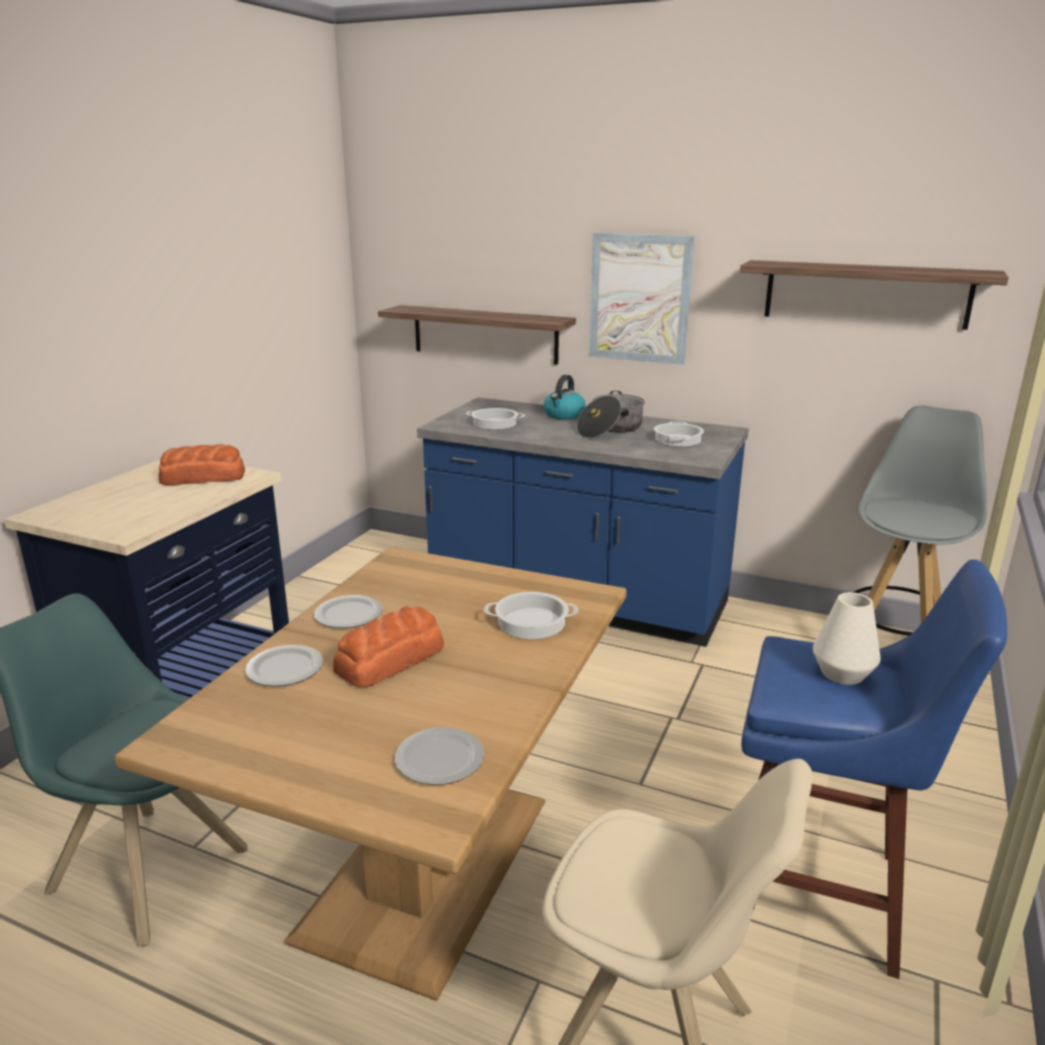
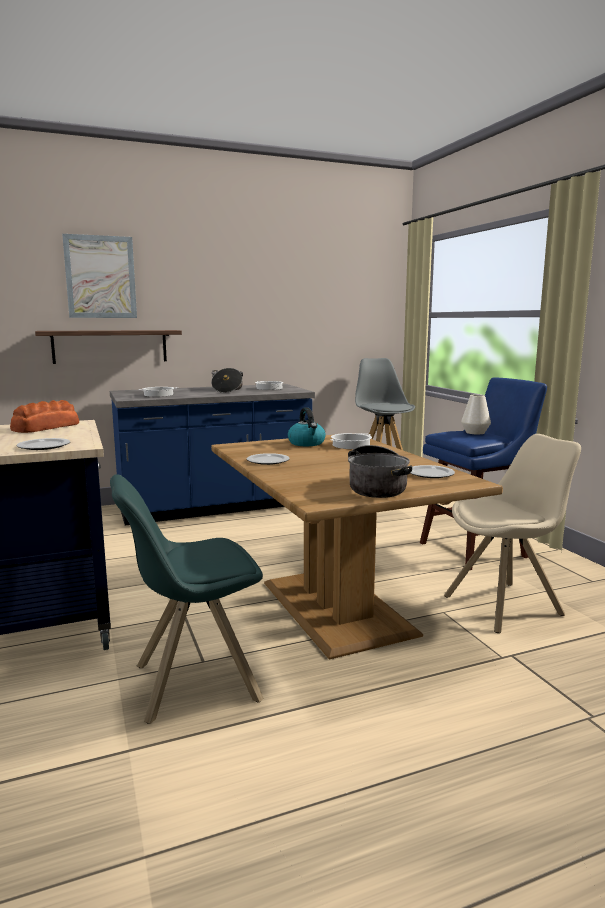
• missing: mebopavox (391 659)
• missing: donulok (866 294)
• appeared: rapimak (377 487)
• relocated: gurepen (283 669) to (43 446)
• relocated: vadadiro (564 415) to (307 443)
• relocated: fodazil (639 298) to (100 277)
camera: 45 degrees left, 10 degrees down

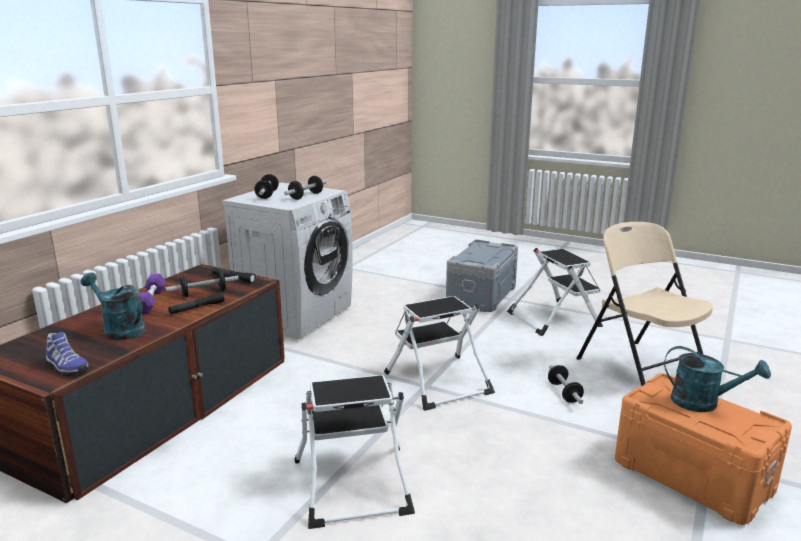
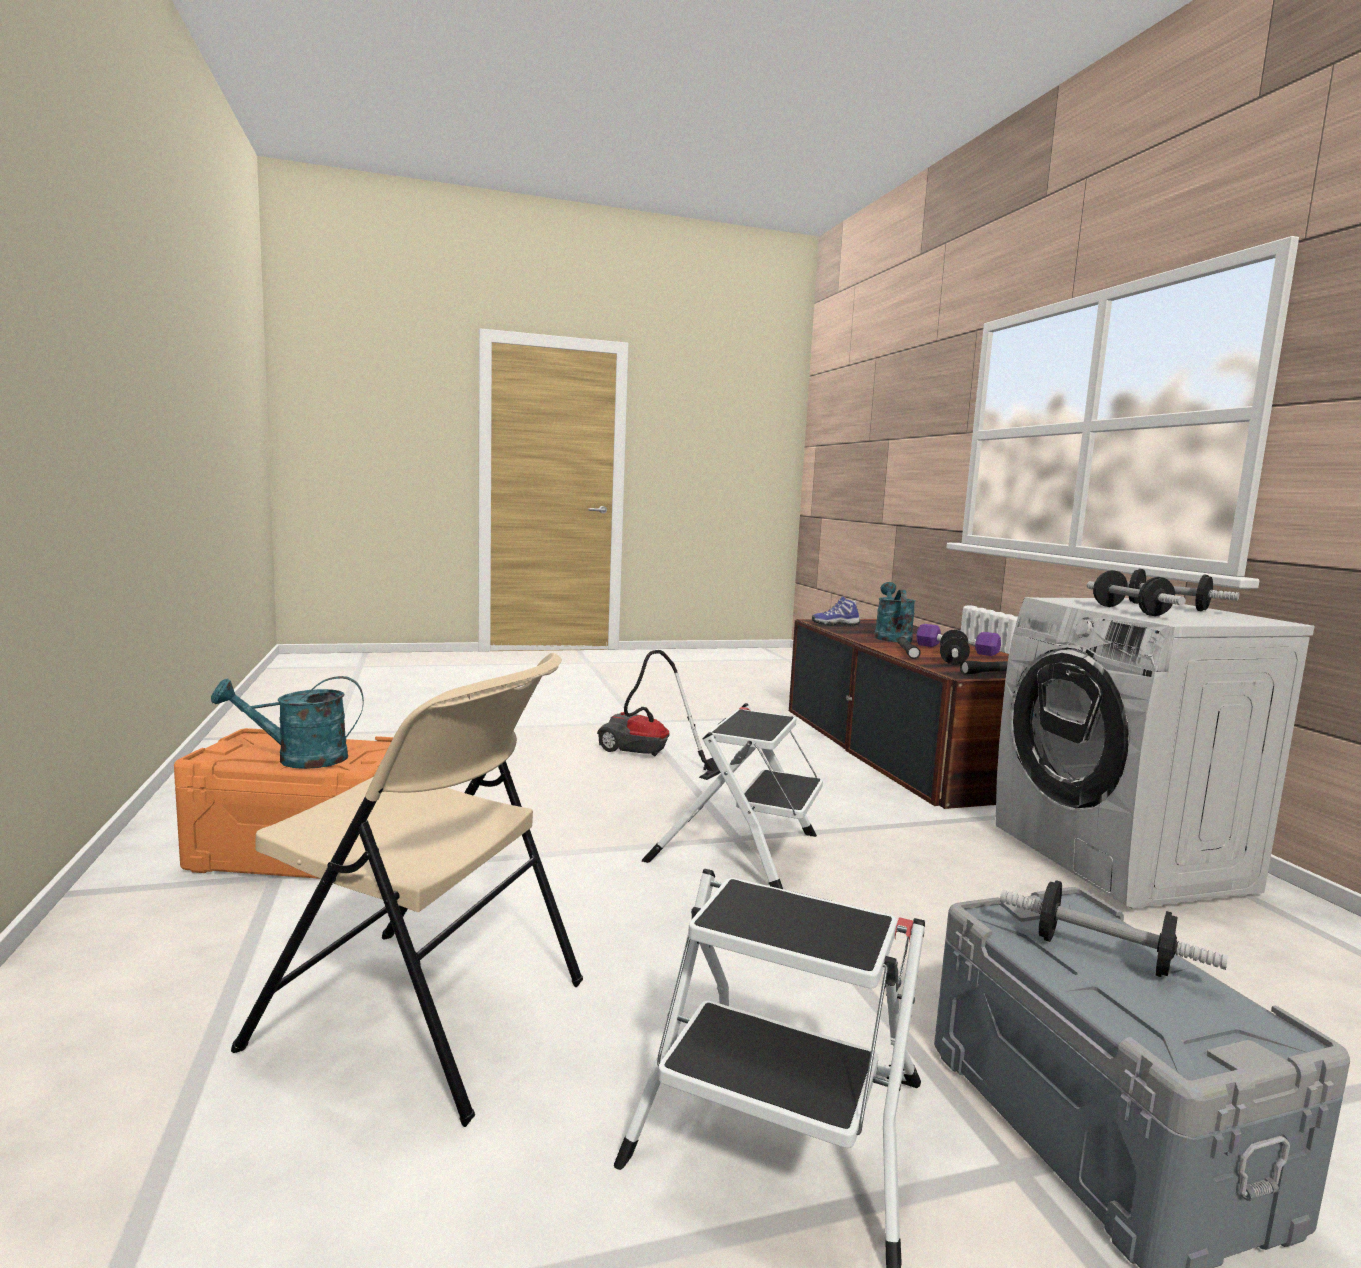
• relocated: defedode (564 393) to (1102 955)
• exchanged: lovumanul (353 482) to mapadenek (648 757)
• spun: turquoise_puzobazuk (119 329) = (891 637) 75 degrees counterclockwise
camera: 135 degrees right, 10 degrees down

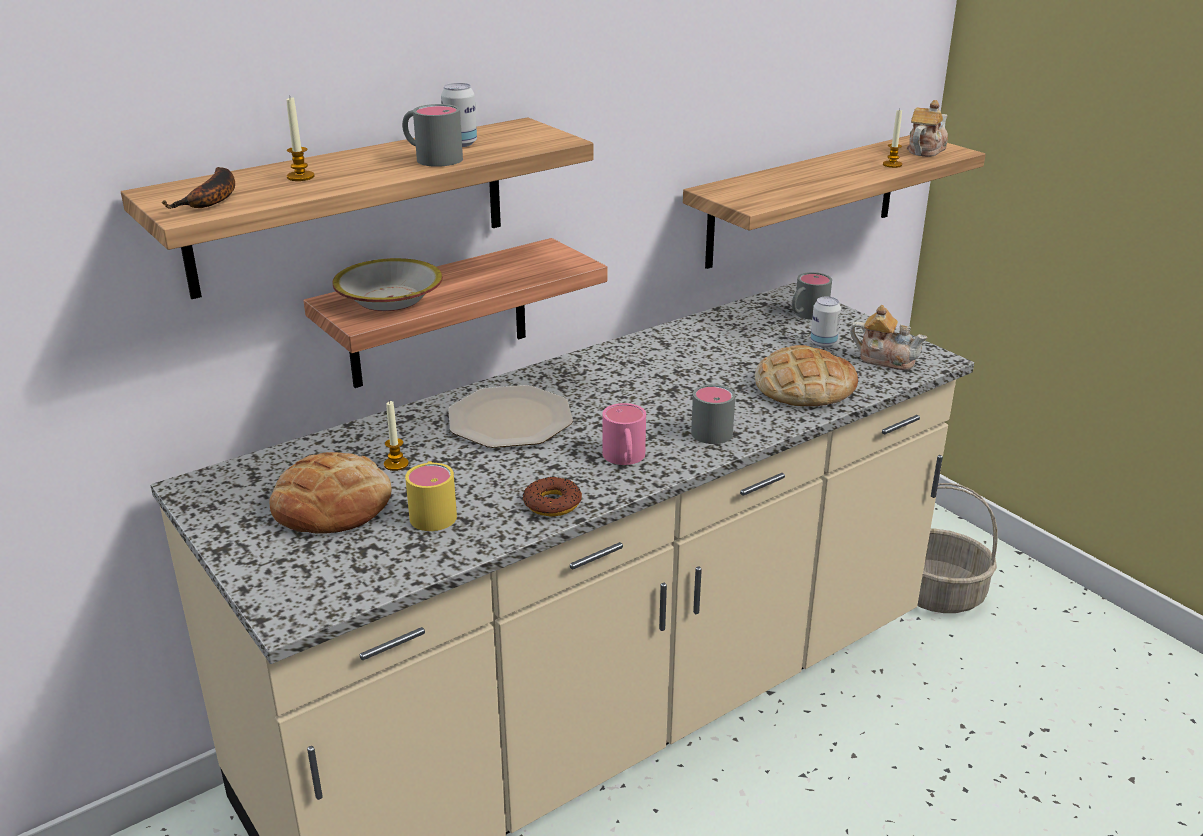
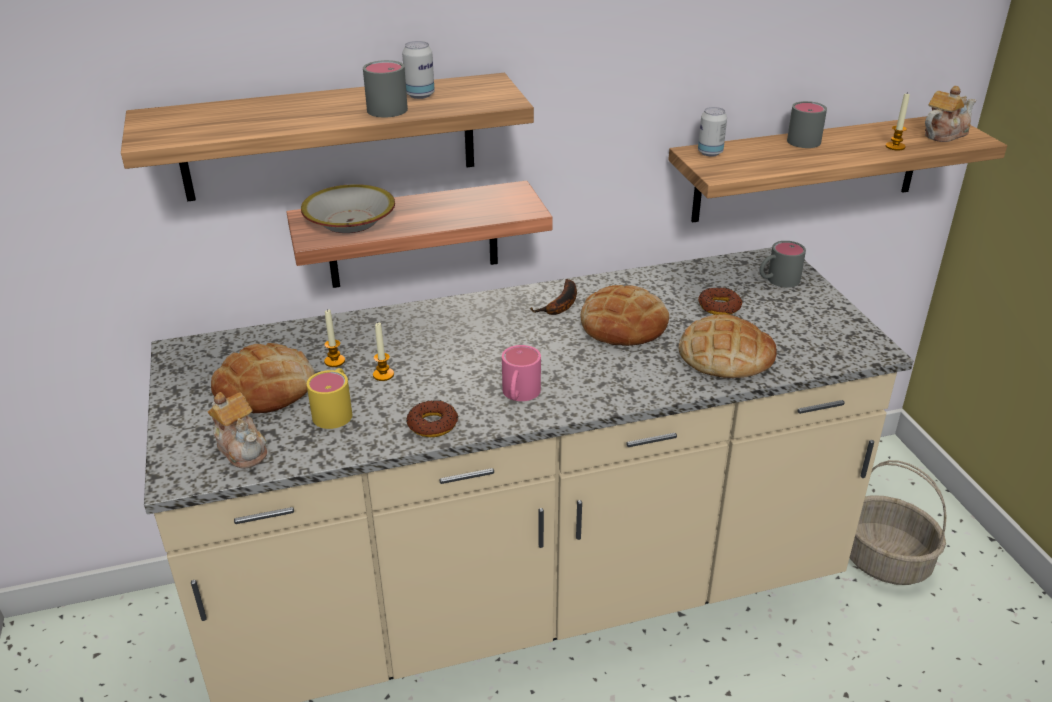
• missing: gurepen (508 419)
• appeared: mebopavox (623 324)
• appeared: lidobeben (719 306)
• relocated: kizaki (212 199) to (561 305)
• relocated: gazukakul (300 177) to (383 375)
• relocated: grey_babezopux (713 428) to (806 139)
• relocated: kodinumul (823 343) to (710 153)
• relocated: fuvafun (885 359) to (242 448)
camera: 20 degrees right, 5 degrees up

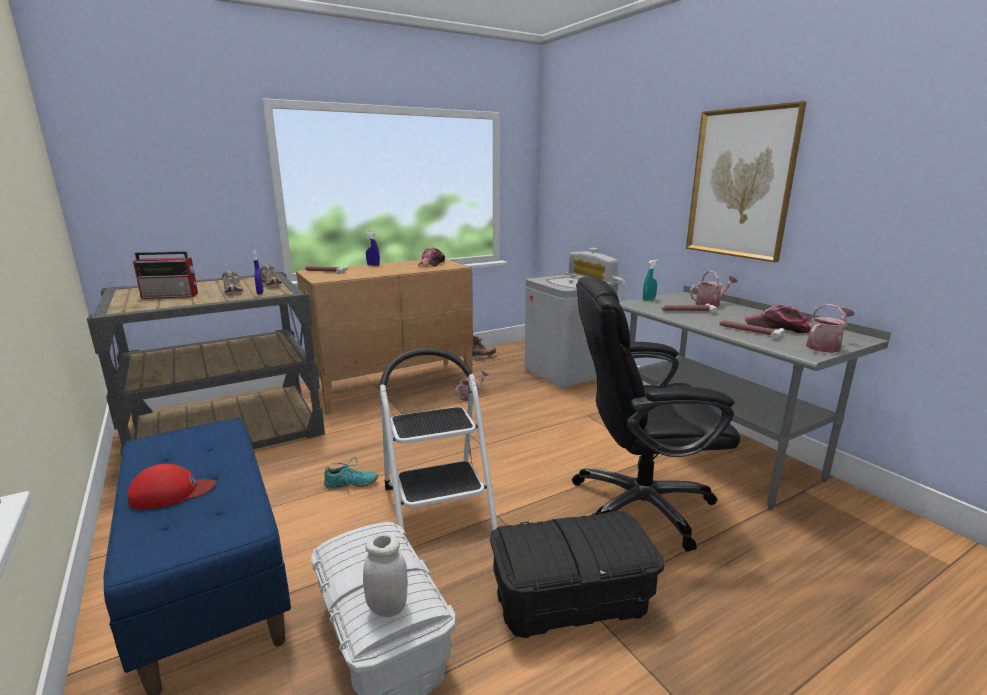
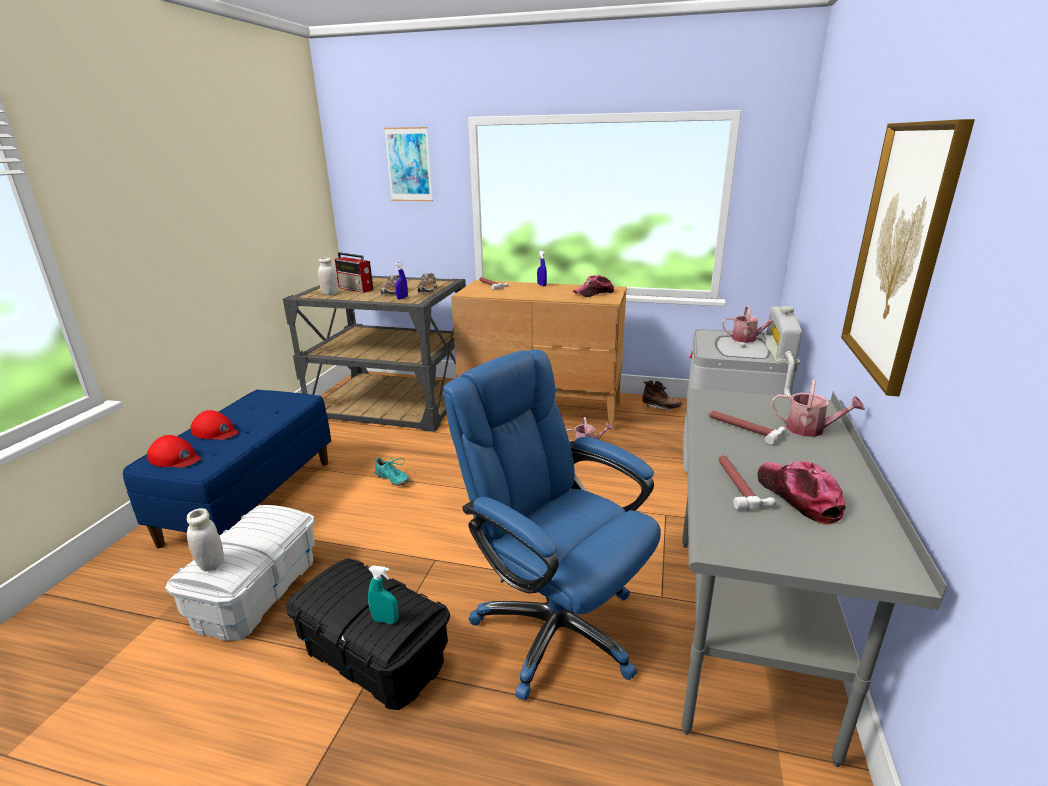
• missing: lovumanul (437 508)
• appeared: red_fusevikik (175 458)
• appeared: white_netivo (330 294)
• appeared: fodazil (409 165)
• relocated: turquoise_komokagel (649 299) to (385 620)
• relocated: puzobazuk (825 346) to (747 339)
• colour: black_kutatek (641 505) to blue_kutatek (556 628)
camera: 45 degrees right, 5 degrees up

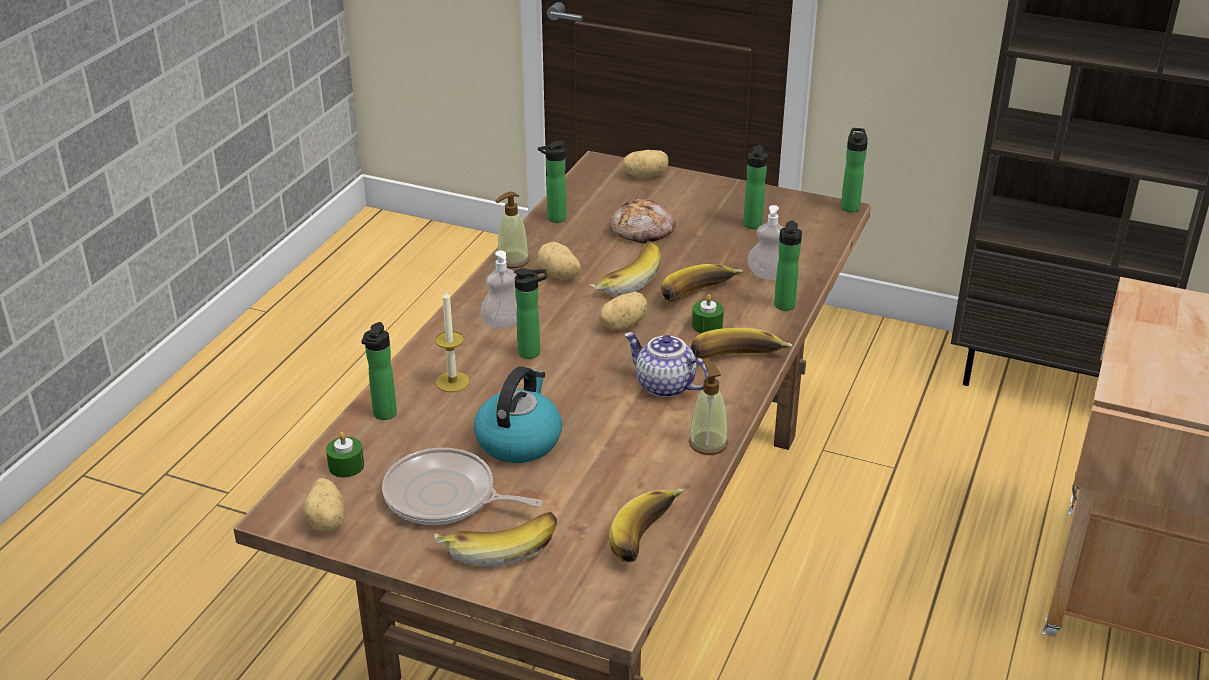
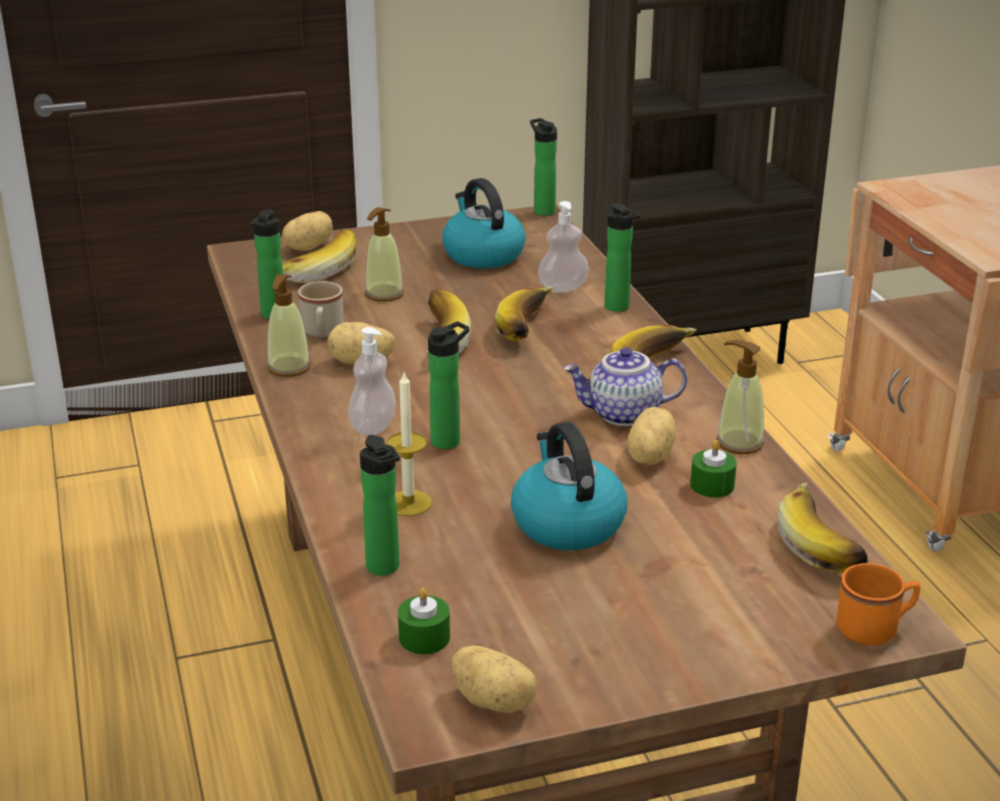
• missing: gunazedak (445 497)
• appeared: beige_babezopux (322 333)
• appeared: orange_babezopux (875 629)
• relocated: kizaki (499 546) to (315 269)
• relocated: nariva (622 324) to (648 456)
• relocated: green_gazukakul (707 325) to (712 485)
• exchanged: mebopavox (643 231) to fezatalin (384 294)
• exchanged: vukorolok (752 226) to vadadiro (482 254)
camera: 40 degrees left, 5 degrees down

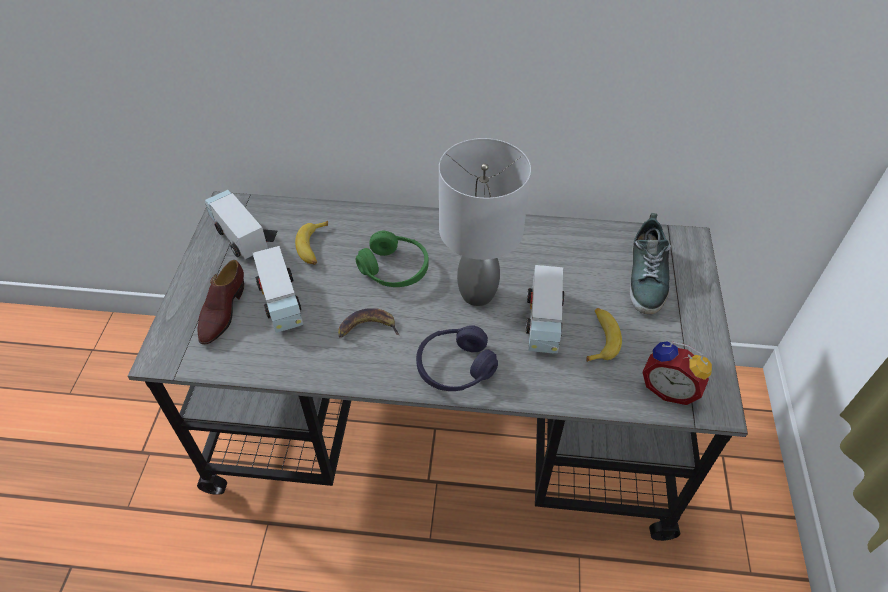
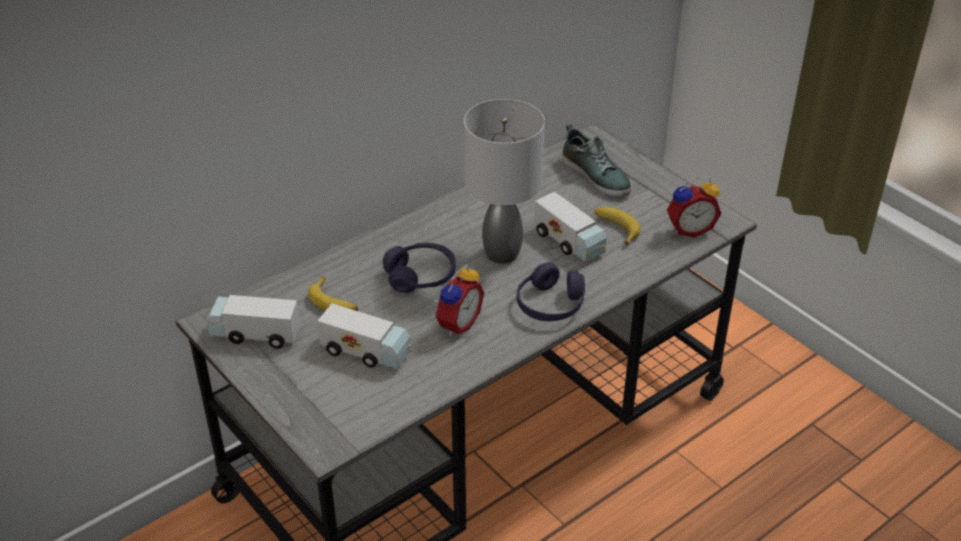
• missing: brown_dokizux (222 311)
• exchanged: kizaki (367 328) to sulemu (456 323)
• colour: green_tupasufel (394 269) to purple_tupasufel (420 276)
camera: 45 degrees left, 10 degrees down

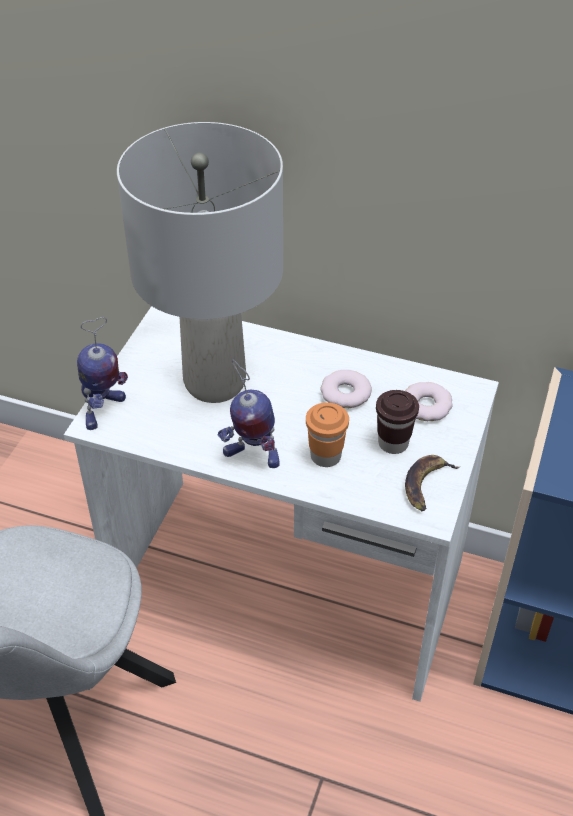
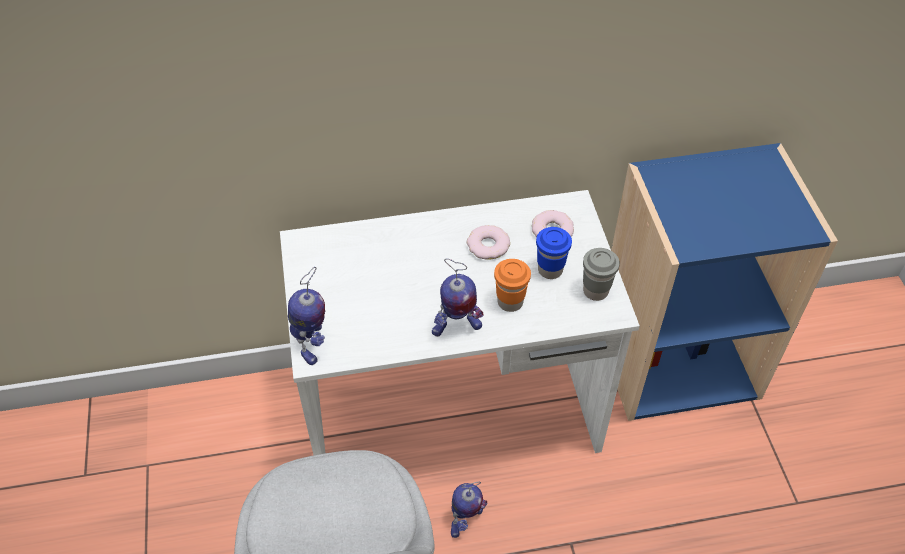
• missing: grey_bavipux (215 381)
• appeared: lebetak (465 521)
• exchanged: kizaki (427 485) to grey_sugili (595 291)
• colour: brown_sugili (393 443) to blue_sugili (550 270)
camera: 30 degrees left, 5 degrees up

